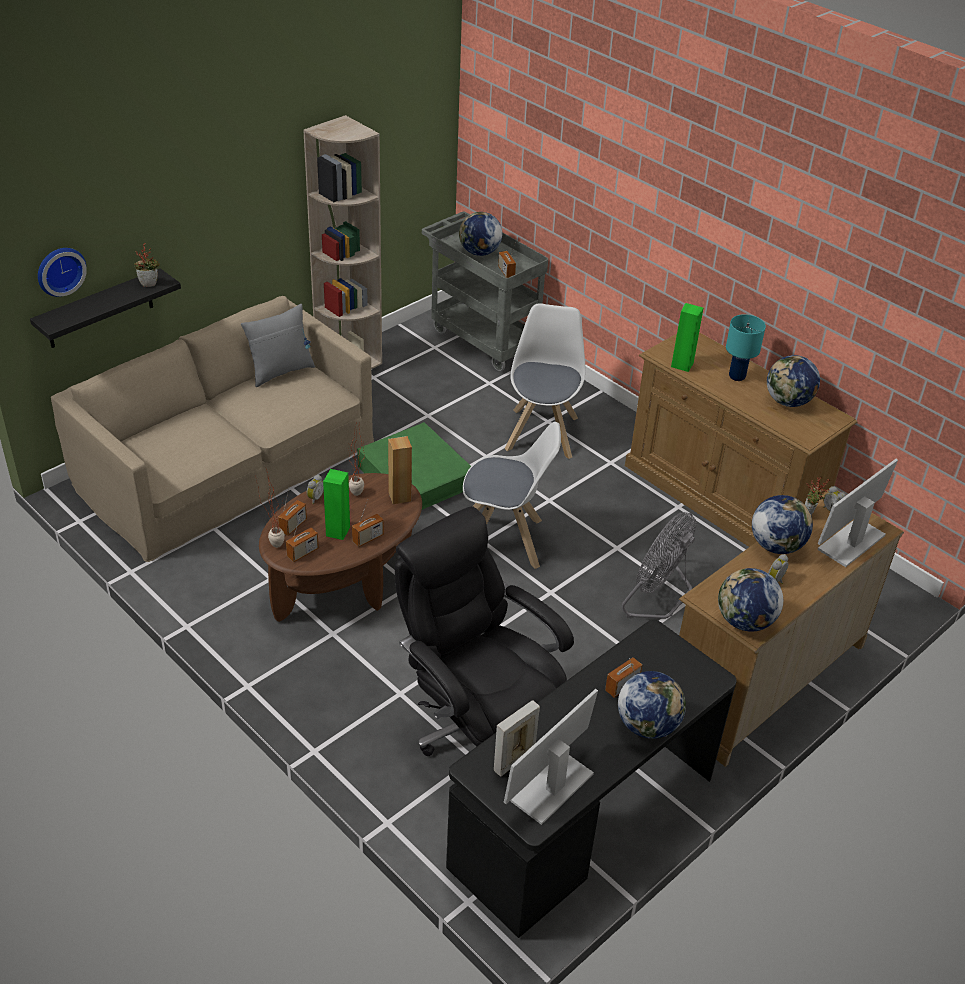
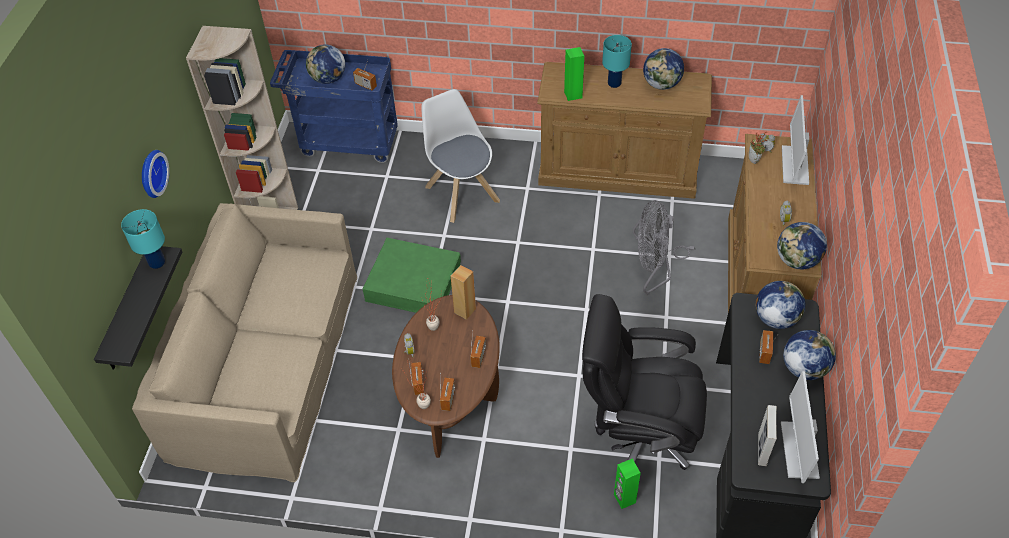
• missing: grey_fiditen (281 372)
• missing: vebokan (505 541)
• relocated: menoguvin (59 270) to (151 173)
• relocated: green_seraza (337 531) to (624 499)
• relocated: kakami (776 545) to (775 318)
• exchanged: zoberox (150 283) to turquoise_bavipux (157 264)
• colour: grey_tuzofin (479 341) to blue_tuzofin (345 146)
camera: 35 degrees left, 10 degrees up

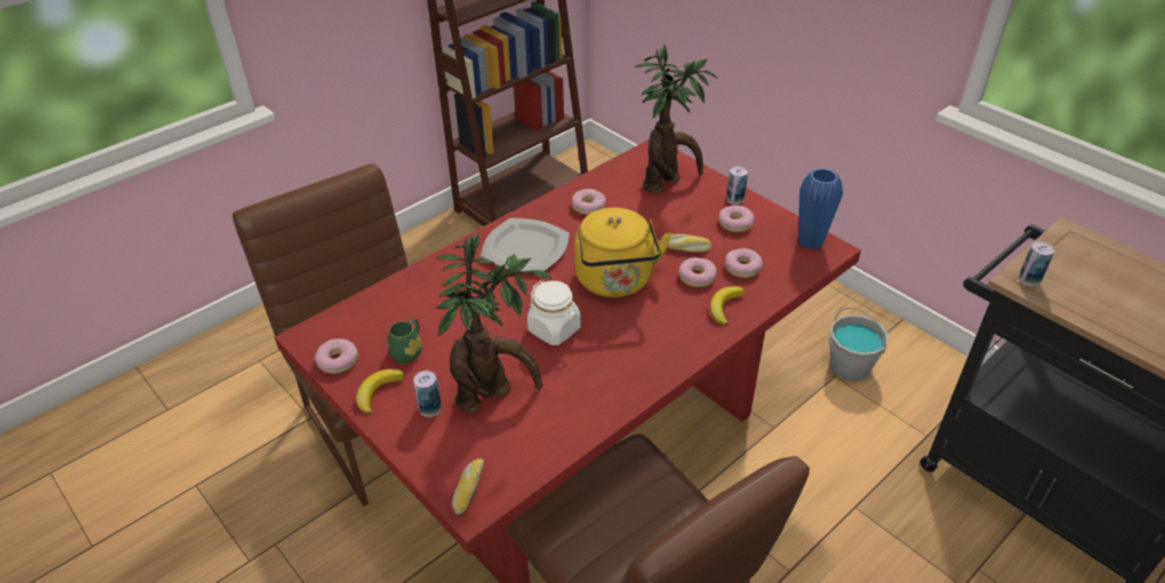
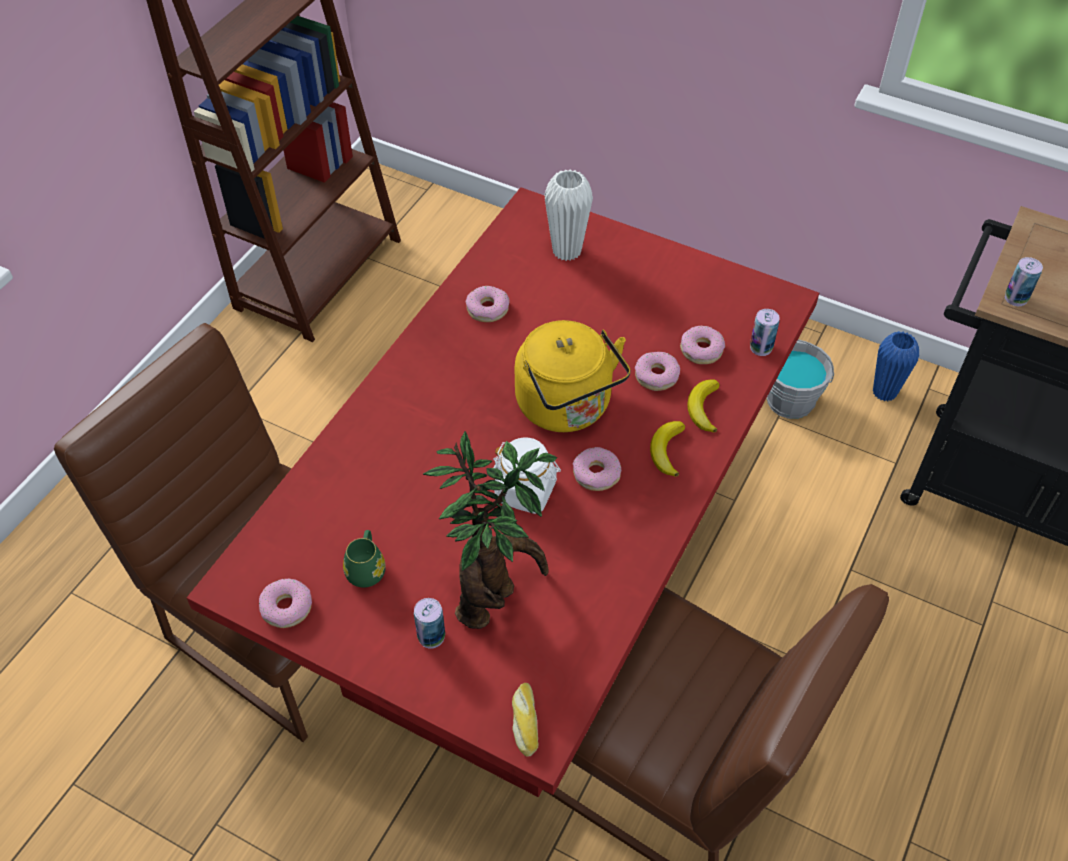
• missing: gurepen (525 248)
• missing: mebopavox (686 248)
• relocated: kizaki (378 392) to (666 450)
• relocated: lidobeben (735 223) to (596 474)
• relocated: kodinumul (735 199) to (761 348)
• relocated: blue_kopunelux (810 242) to (884 392)
• exchanged: zoberox (667 182) to white_kopunelux (566 251)
camera: 20 degrees left, 10 degrees up

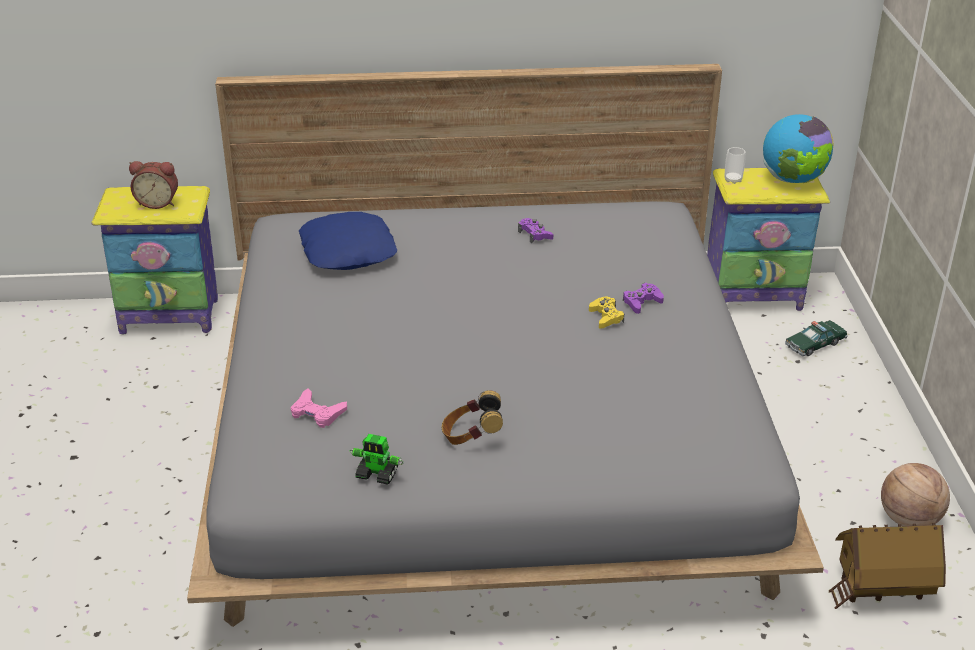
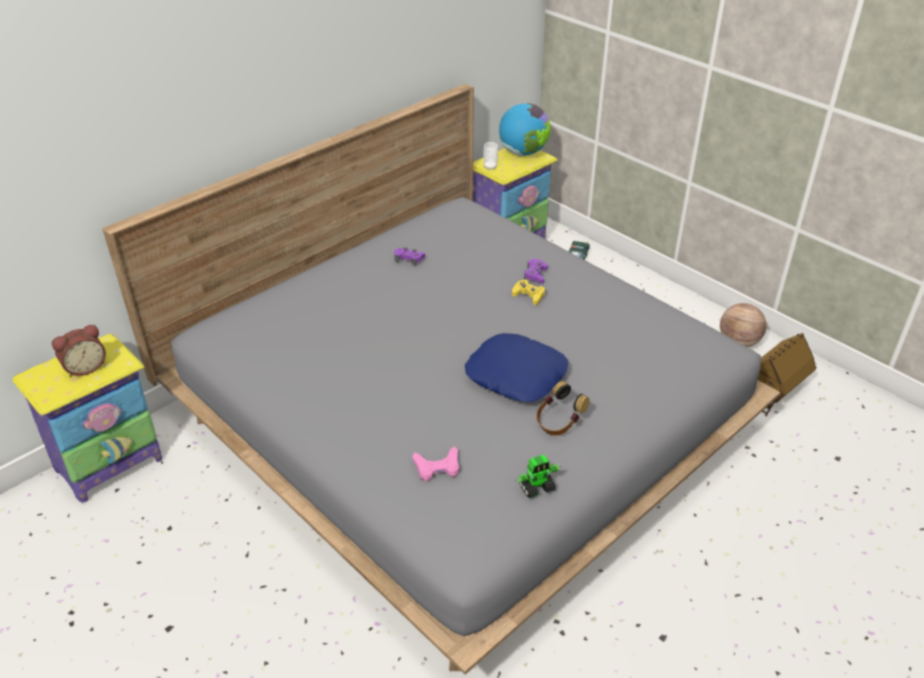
• relocated: blue_fiditen (349 251) to (516 375)
camera: 40 degrees left, 5 degrees up

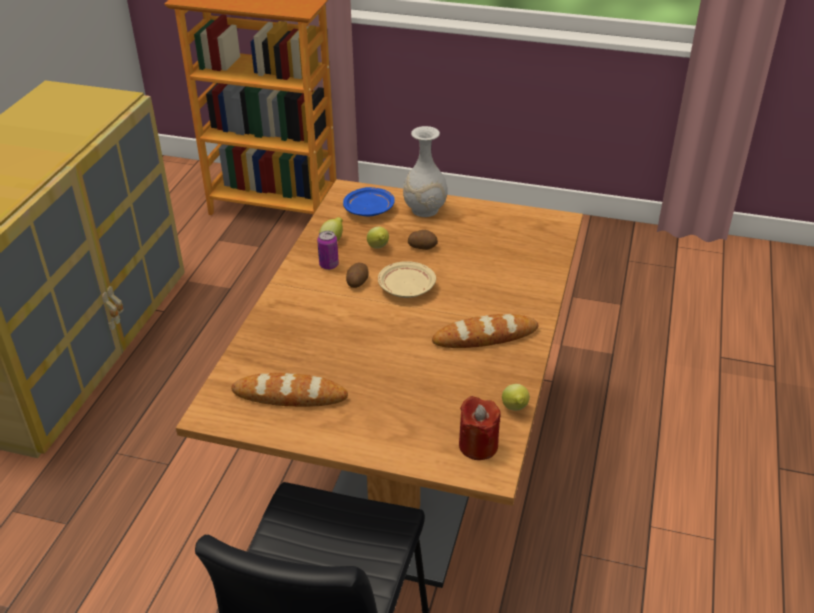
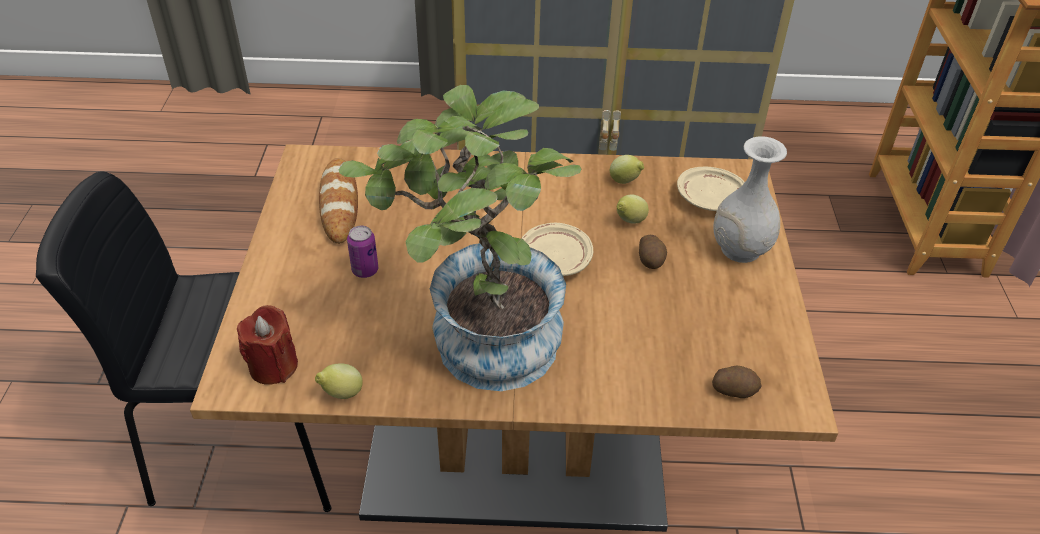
• relocated: kodinumul (329 265) to (365 270)
• relocated: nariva (357 282) to (734 390)
• exchanged: mebopavox (485 336) to zoberox (478 347)
• colour: blue_gurepen (369 209) to beige_gurepen (711 199)
camera: 75 degrees right, 5 degrees up

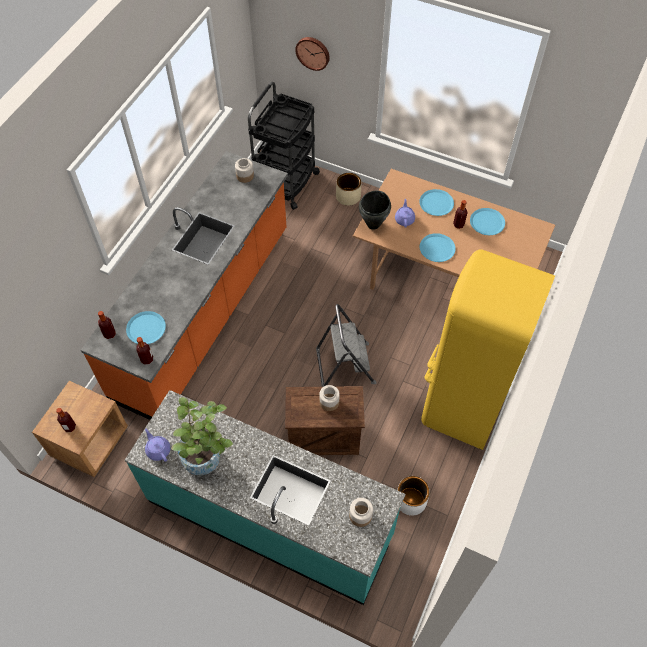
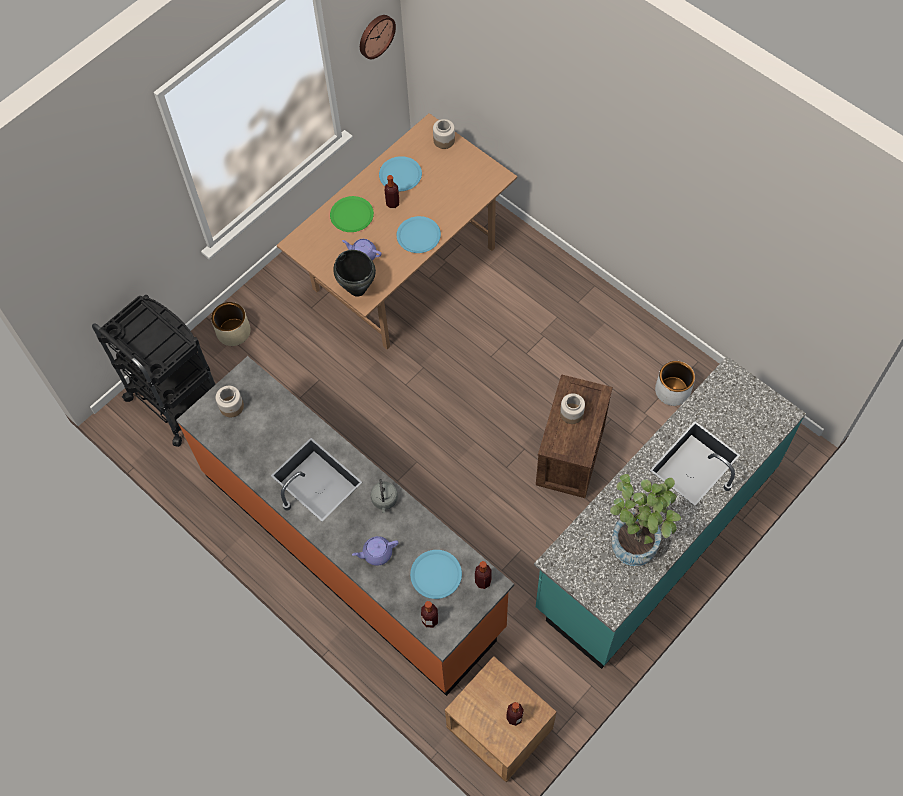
• missing: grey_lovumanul (342 365)
• missing: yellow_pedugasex (460 409)
• appeared: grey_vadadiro (384 500)
• relocated: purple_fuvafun (158 450) to (376 553)
• relocated: menoguvin (313 52) to (375 35)
• relocated: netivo (360 515) to (444 140)
• colour: blue_gurepen (436 203) to green_gurepen (352 215)
camera: 70 degrees left, 5 degrees up

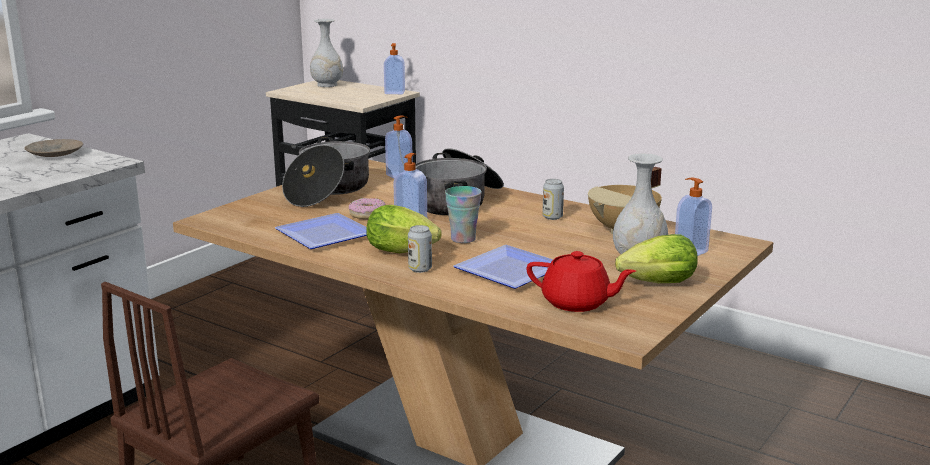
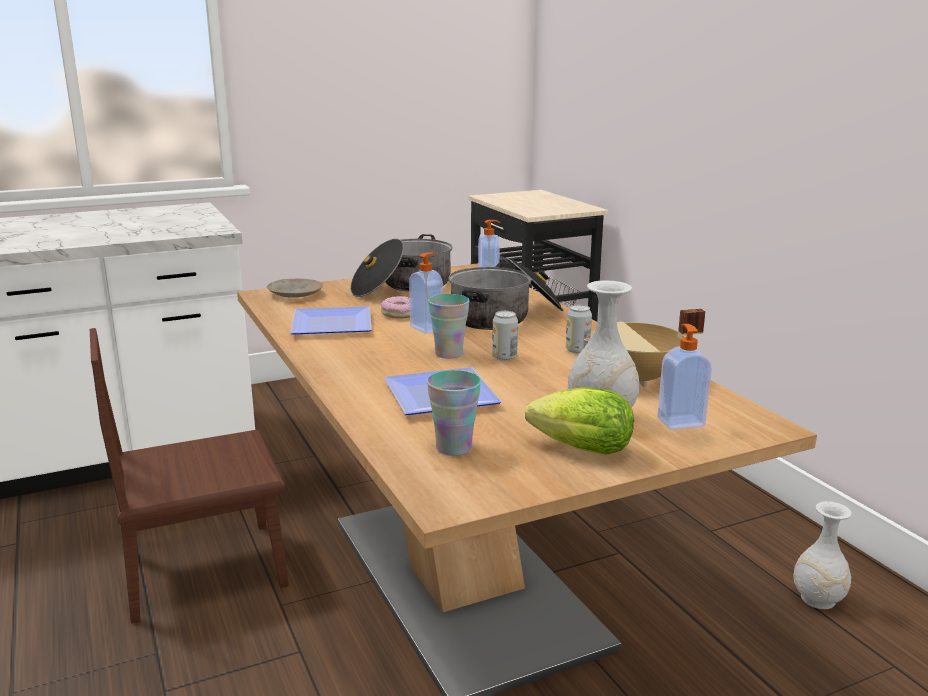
• missing: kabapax (405 252)
• missing: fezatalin (394 92)
• relocated: beige_gurepen (54 154) to (294 294)
• relocated: white_kopunelux (327 85) to (817 599)
• relocated: kodinumul (420 269) to (504 357)
• exchanged: red_fuvafun (577 303) to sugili (454 448)
camera: 30 degrees right, 0 degrees up

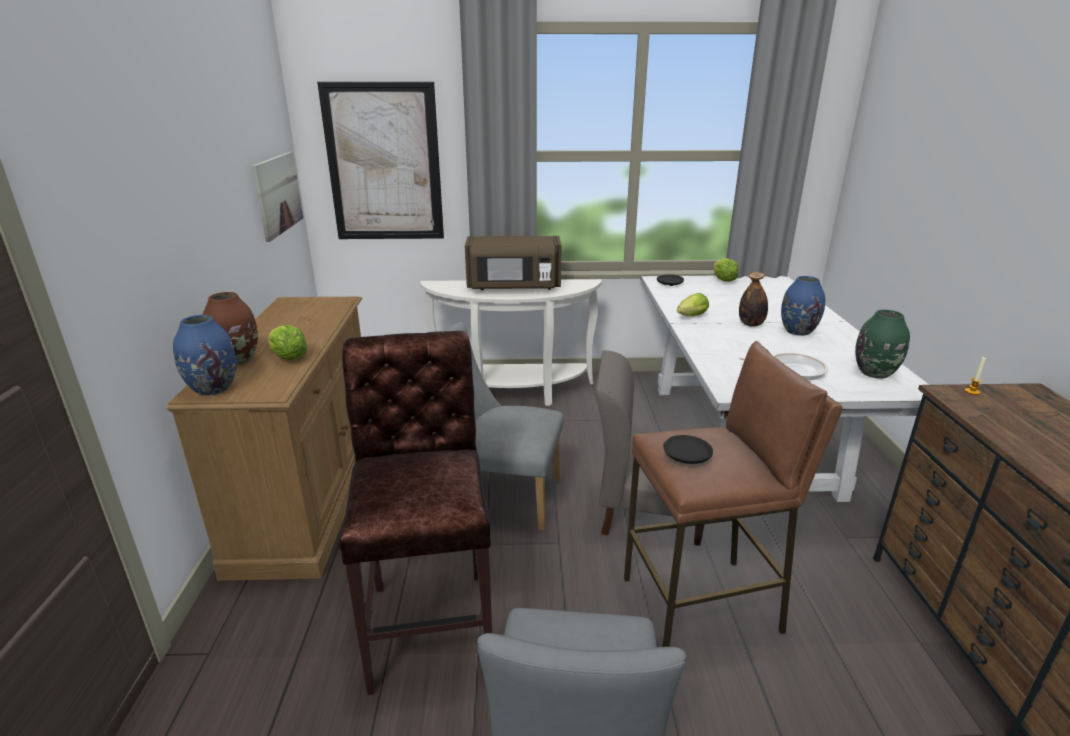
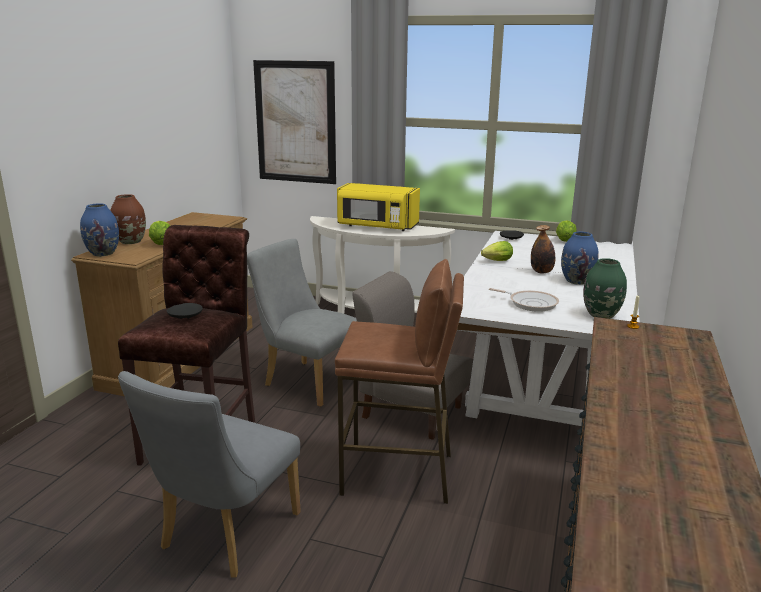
• missing: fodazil (278 194)
• relocated: black_gurepen (686 456) to (185 316)
• colour: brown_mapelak (513 287) to yellow_mapelak (376 226)
camera: 20 degrees right, 5 degrees down

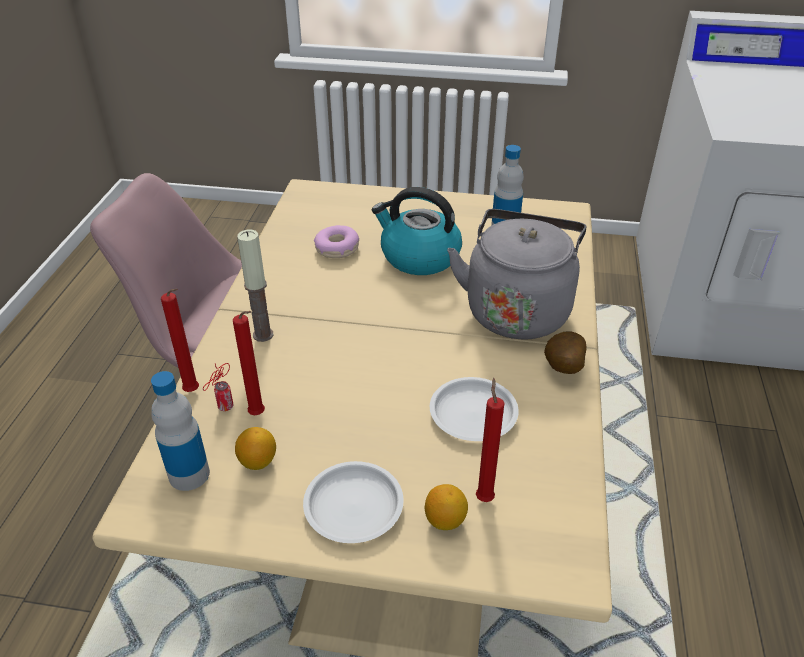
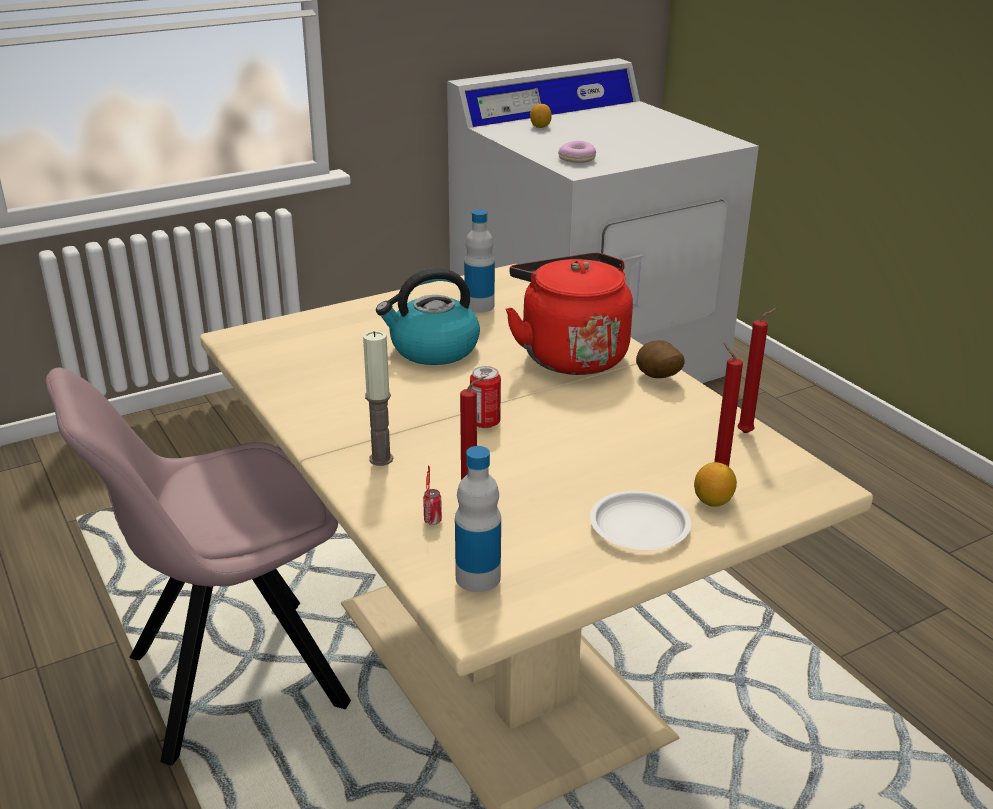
• missing: white_gurepen (473 413)
• appeared: kodinumul (485 423)
• relocated: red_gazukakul (193 392) to (747 433)
• relocated: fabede (258 461) to (540 127)
• relocated: lidobeben (337 249) to (577 159)
• colour: grey_vadadiro (517 309) to red_vadadiro (570 354)
camera: 40 degrees left, 10 degrees down

